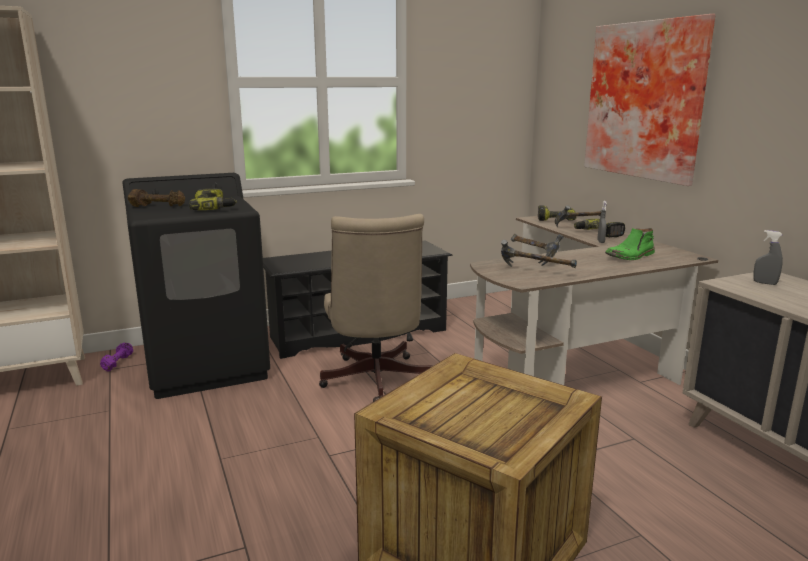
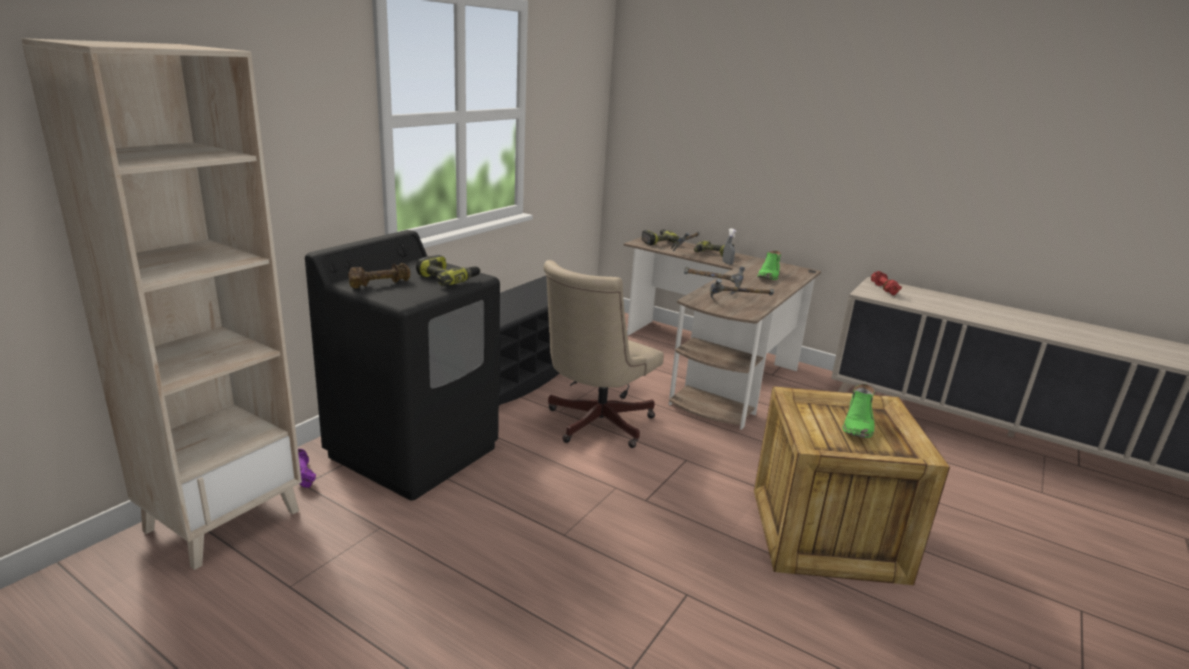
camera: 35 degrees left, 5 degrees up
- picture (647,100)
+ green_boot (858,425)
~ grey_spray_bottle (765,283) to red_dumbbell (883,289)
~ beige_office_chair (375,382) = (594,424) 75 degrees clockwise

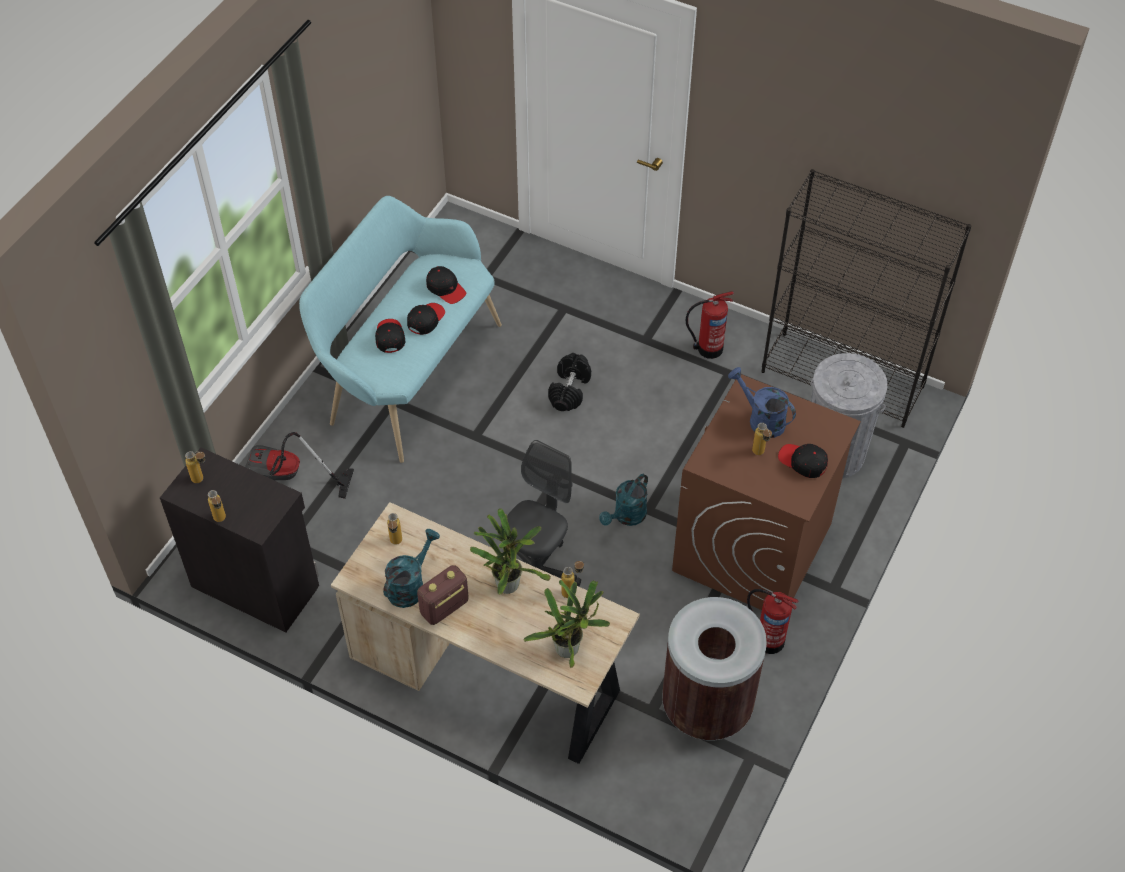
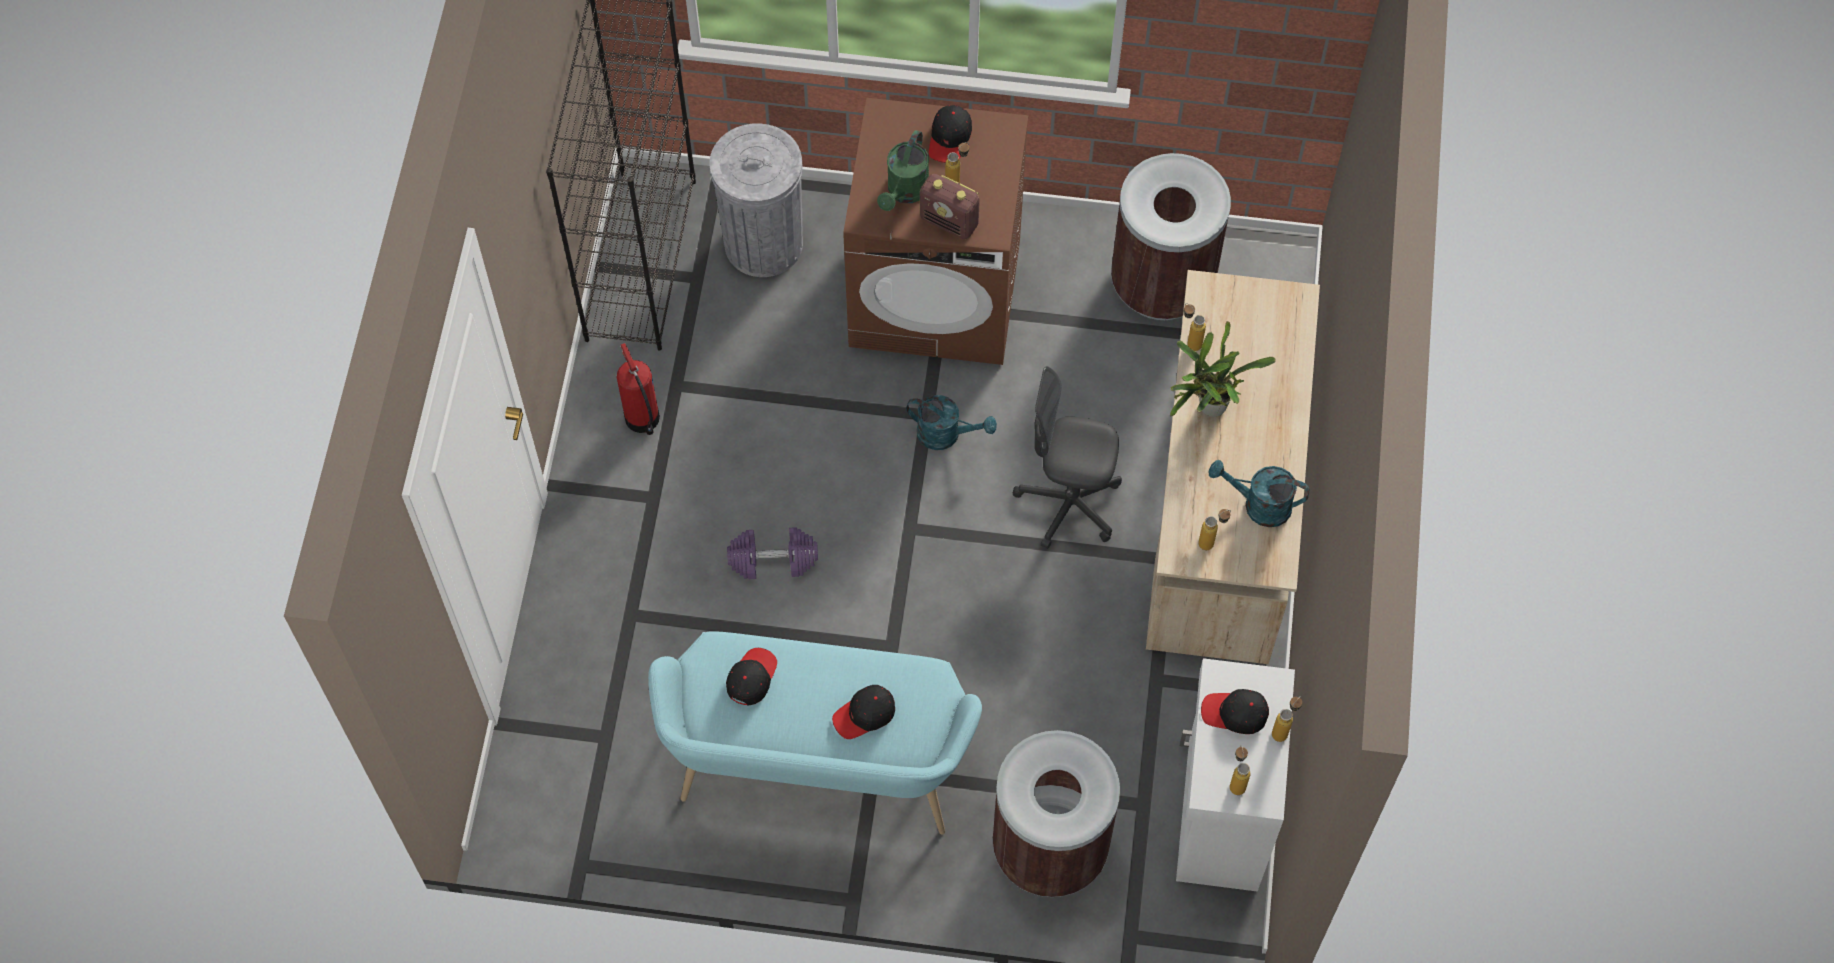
camera: 110 degrees left, 10 degrees up
- potted_plant (570,647)
- fire_extinguisher (768,639)
~ black_cap (425,320) to (1234,713)
~ radio (444,608) to (949,222)
~ vacuum_cleaner (288,478) to brown_trash_can (1049,848)
~ black_cabinet (255,584) to white_cabinet (1219,815)
~ black_dumbbell (569,390) to purple_dumbbell (773,560)
~ blue_watering_can (761,419) to green_watering_can (905,192)

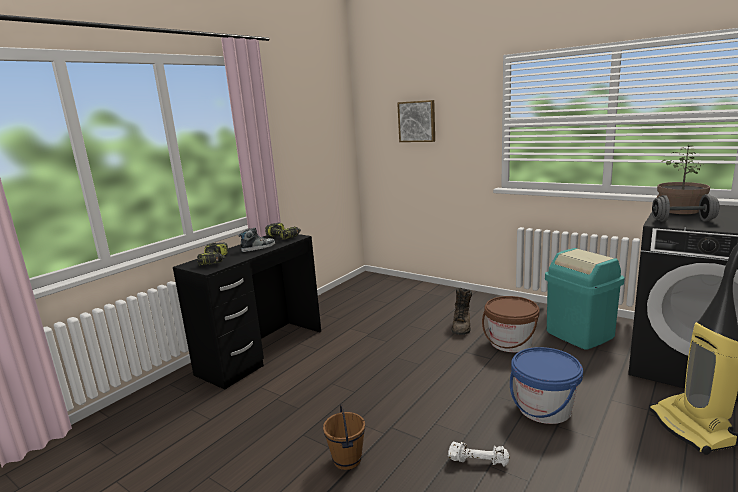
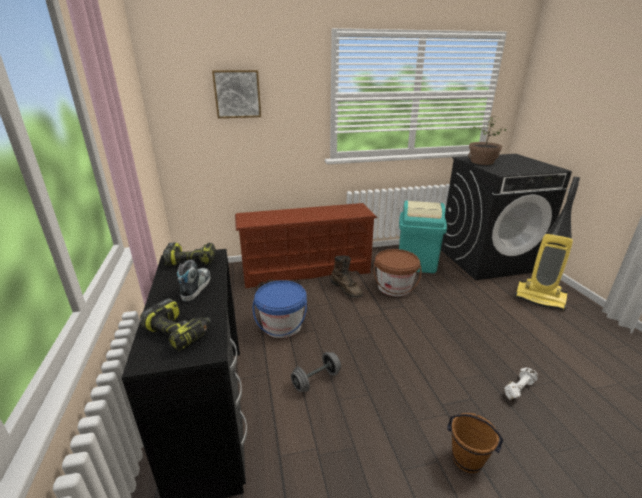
camera: 50 degrees left, 10 degrees up
+ brown_shoe_rack (306,270)
~ blue_bucket (544,408) to (282,326)
~ grey_dumbbell (682,221) to (316,380)

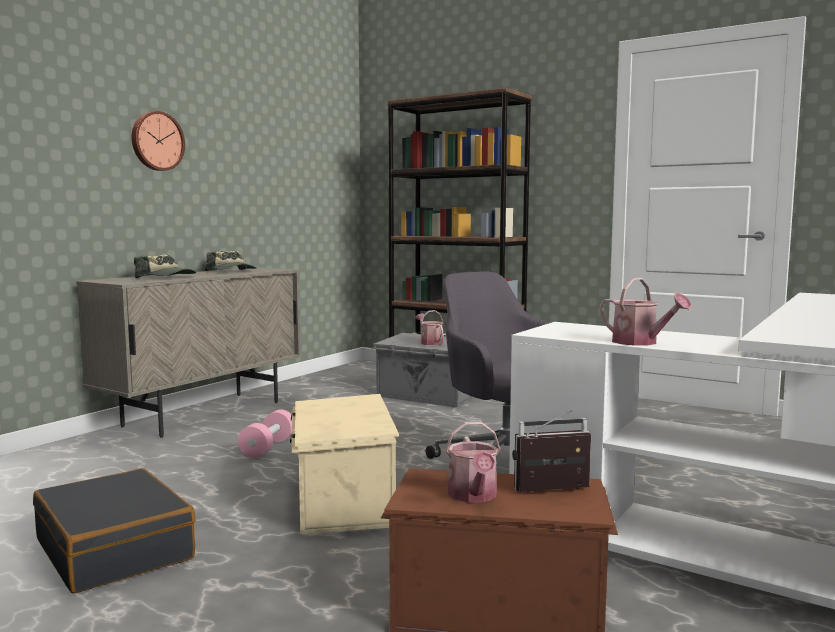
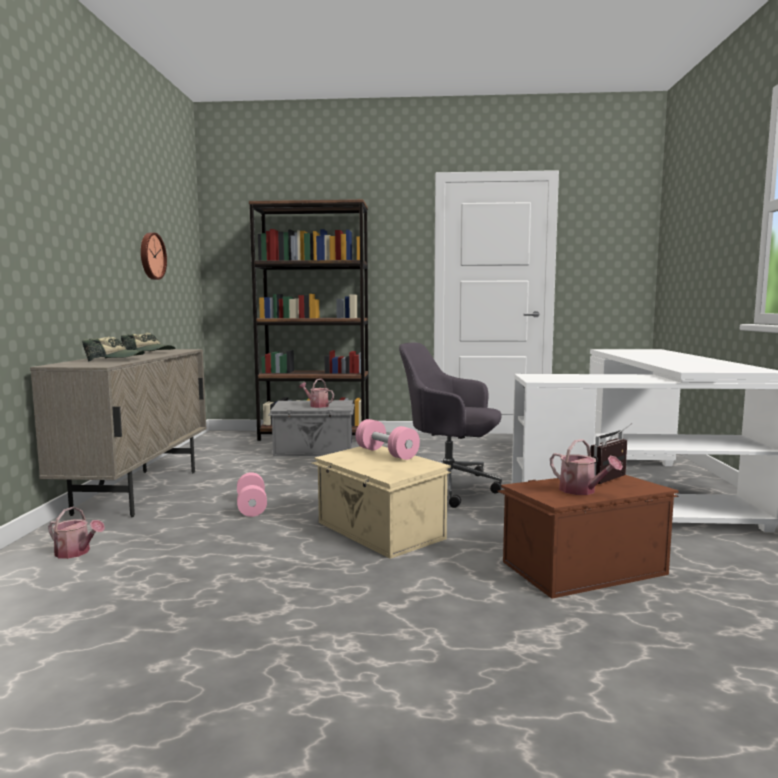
camera: 30 degrees left, 0 degrees up
- black_suitcase (115,549)
+ pink_dumbbell (386,453)
~ wall_clock (156,141) to (151,256)
~ watering_can (640,342) to (76,553)

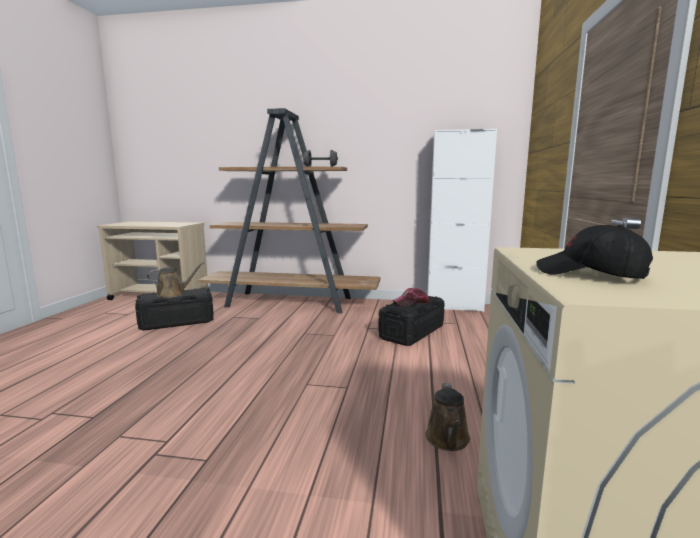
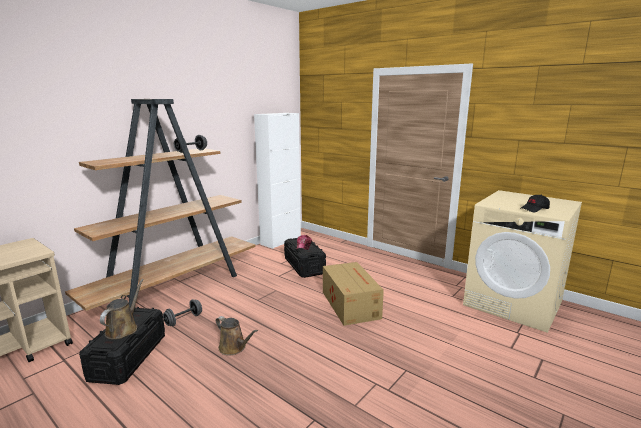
camera: 60 degrees left, 5 degrees up
+ grey_dumbbell (183,320)
+ cardboard_box (350,304)
~ brown_watering_can (448,440) to (234,348)

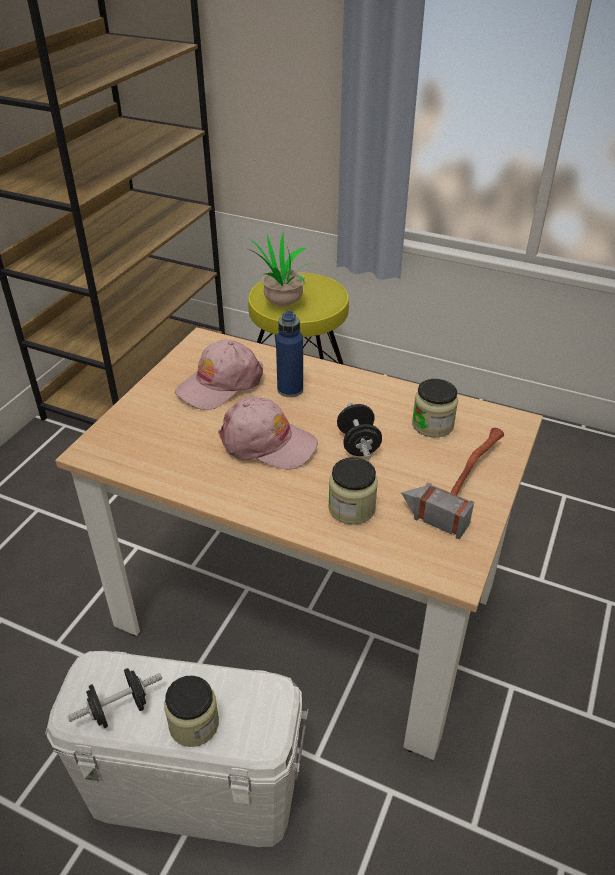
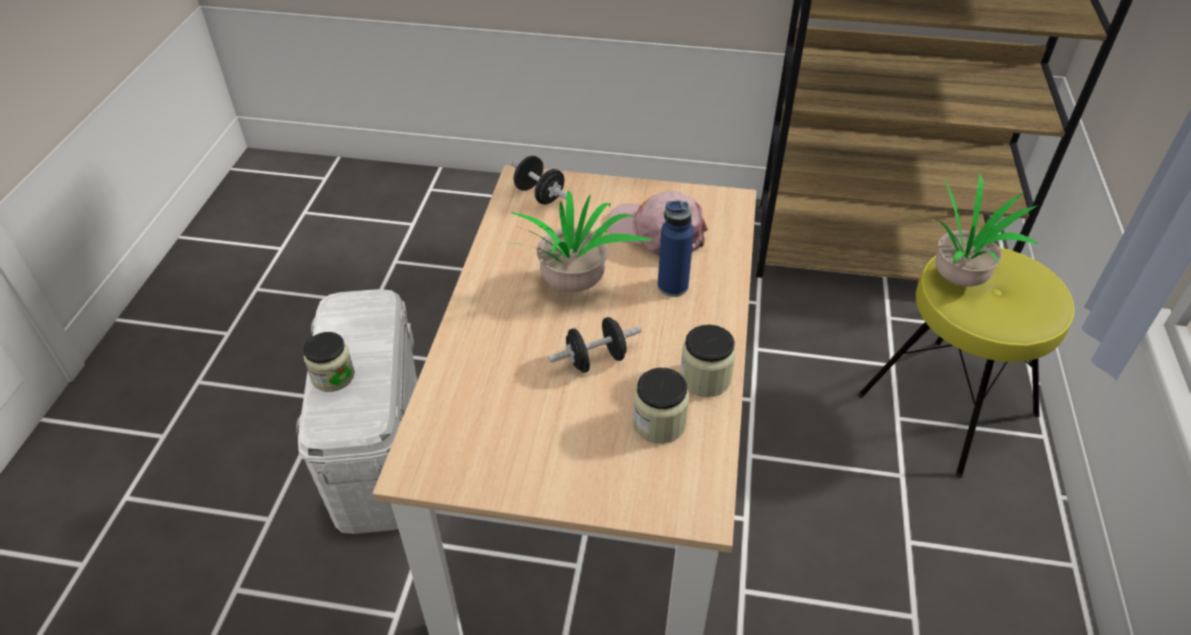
camera: 75 degrees right, 5 degrees up
- hammer (459,480)
~ black_dumbbell (119,709) to (539,195)
~ jar (352,508) to (705,378)
~ pink_cap (267,443) to potted_plant (573,288)

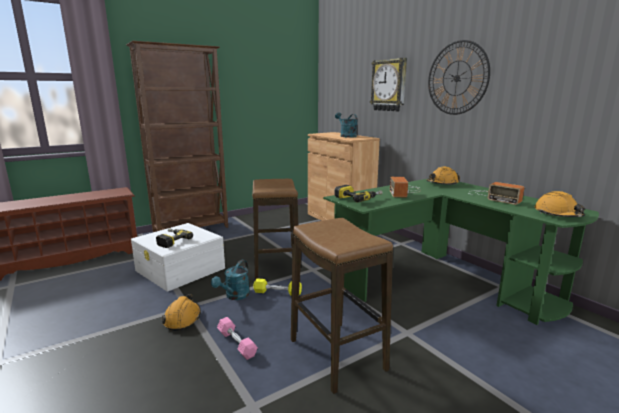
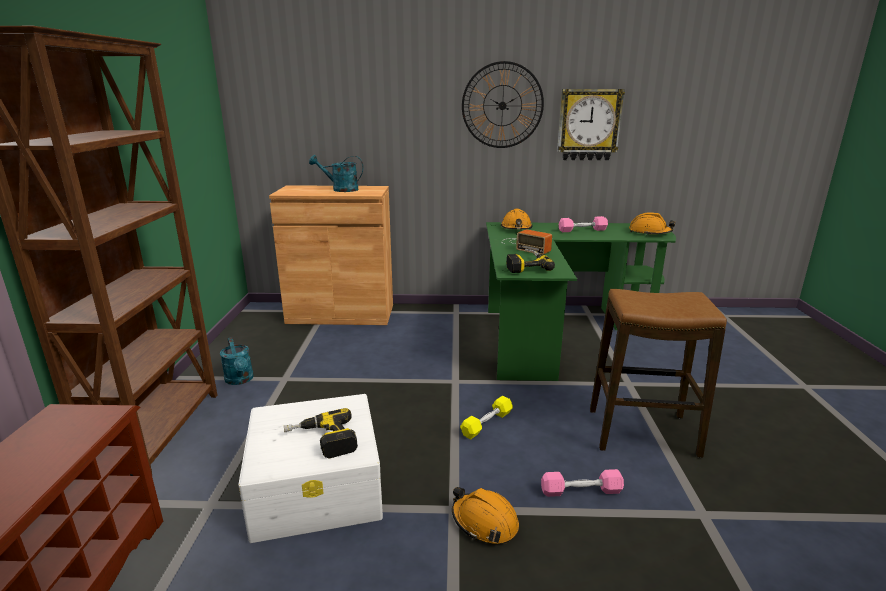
camera: 55 degrees left, 5 degrees up
- stool (276,270)
~ turquoise_watering_can (235,296) to (240,380)
~ wall_clock (389,85) to (588,125)
~ radio (492,197) to pink_dumbbell (582,230)

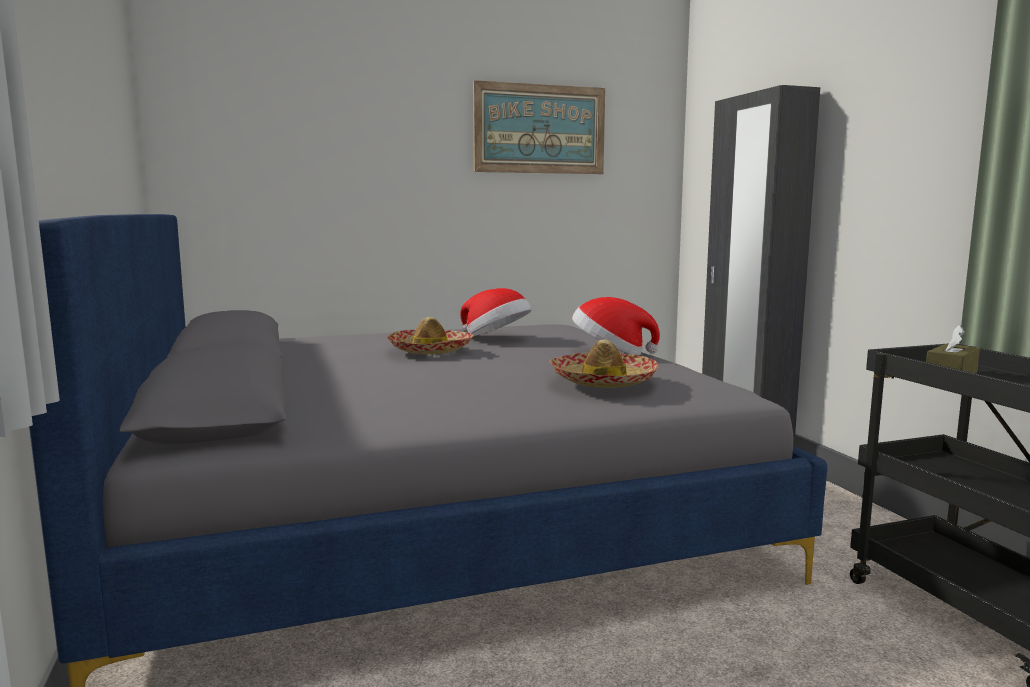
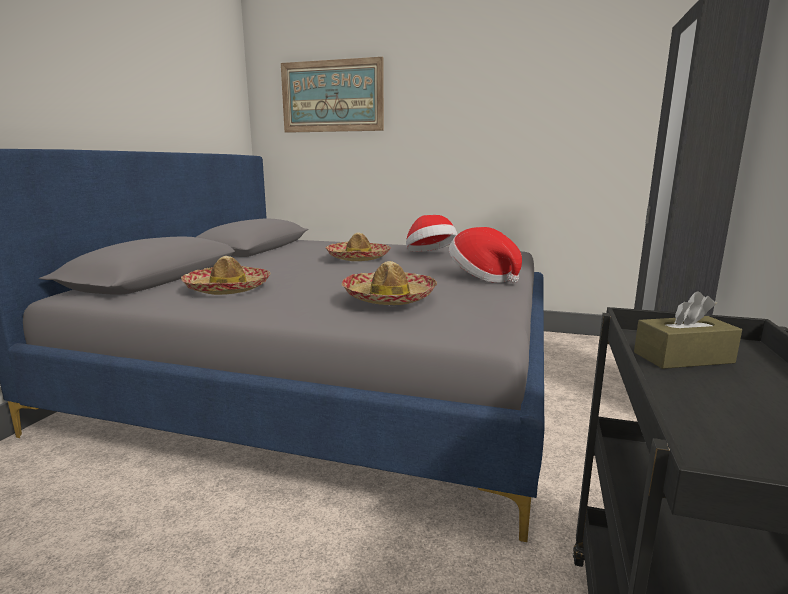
camera: 35 degrees right, 5 degrees up
+ hat (228,288)
~ picture (540,129) to (332,96)

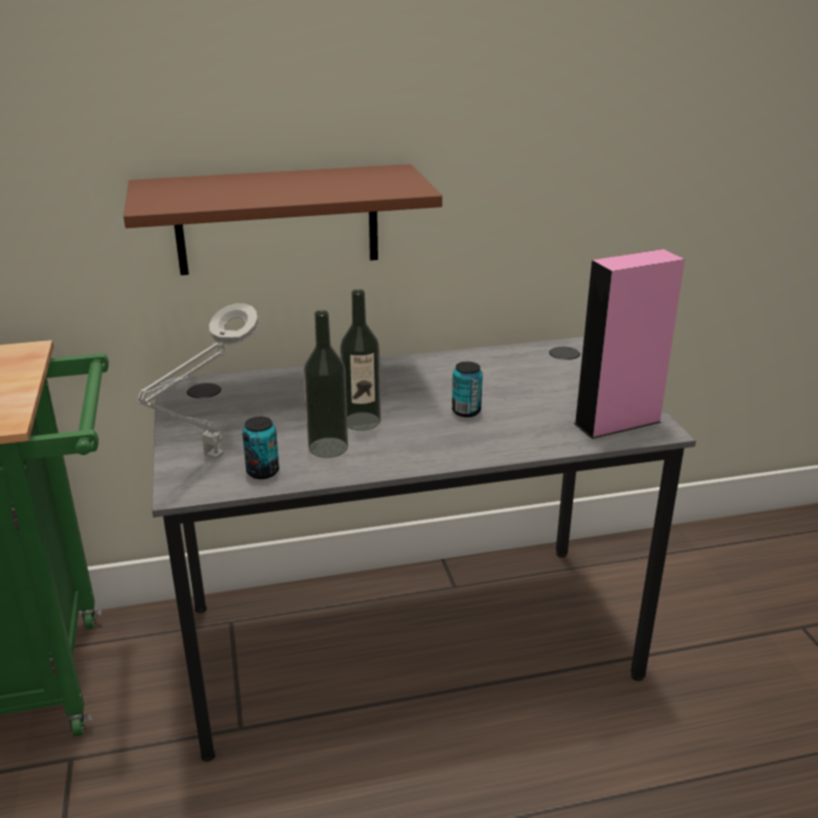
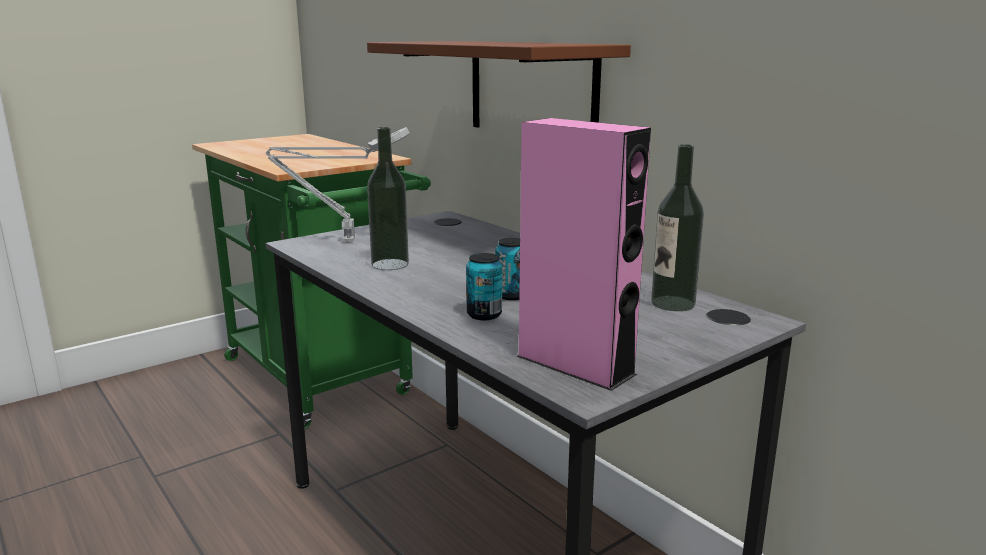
camera: 65 degrees right, 10 degrees down
~ can (263,471) to (484,315)
~ bottle (361,421) to (673,303)

